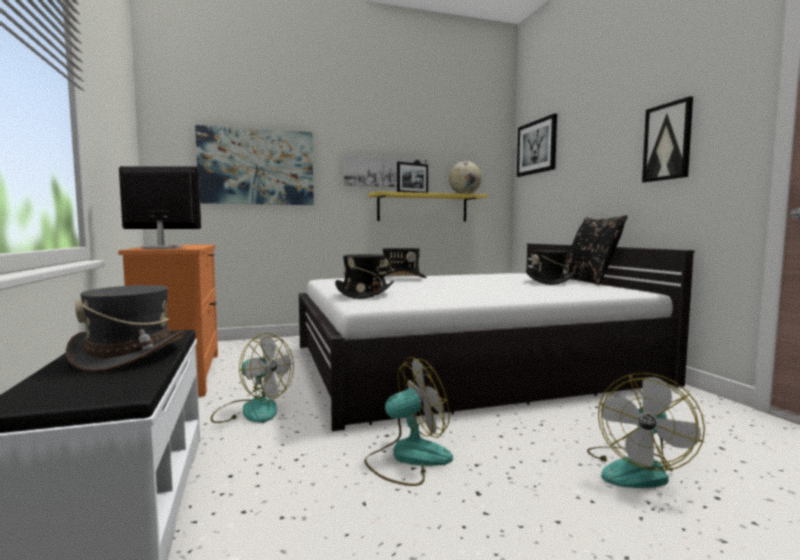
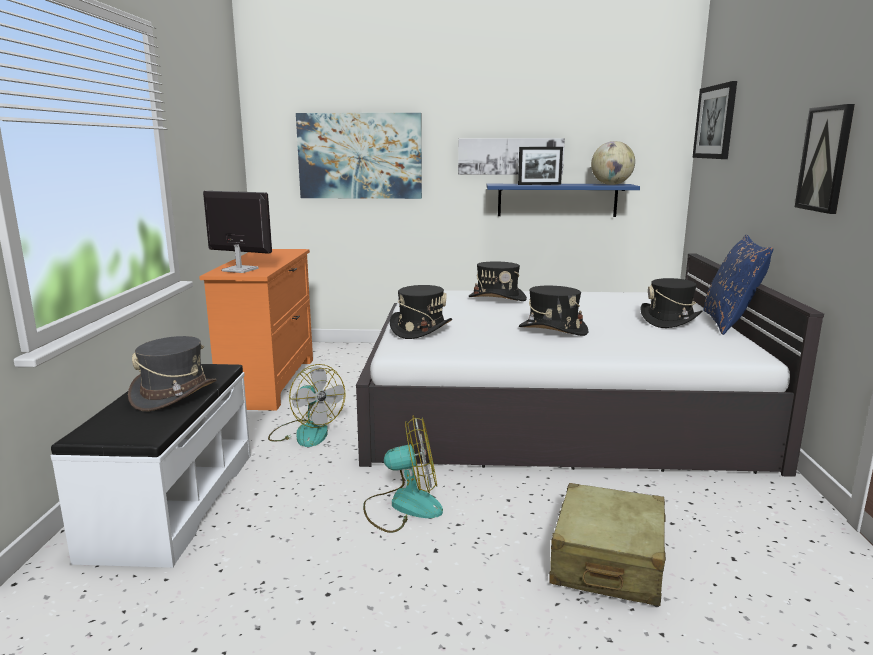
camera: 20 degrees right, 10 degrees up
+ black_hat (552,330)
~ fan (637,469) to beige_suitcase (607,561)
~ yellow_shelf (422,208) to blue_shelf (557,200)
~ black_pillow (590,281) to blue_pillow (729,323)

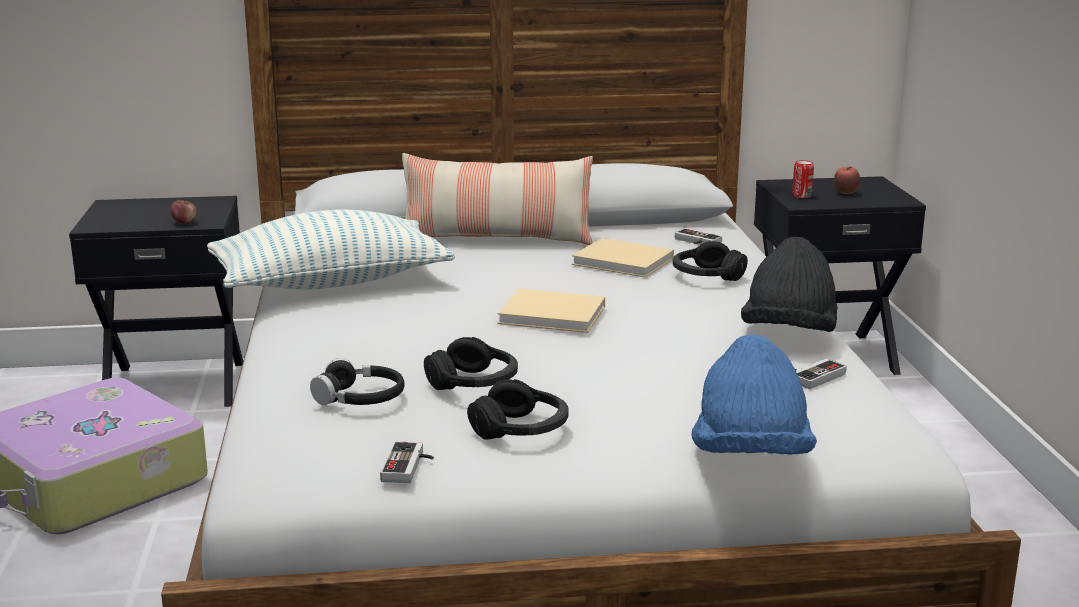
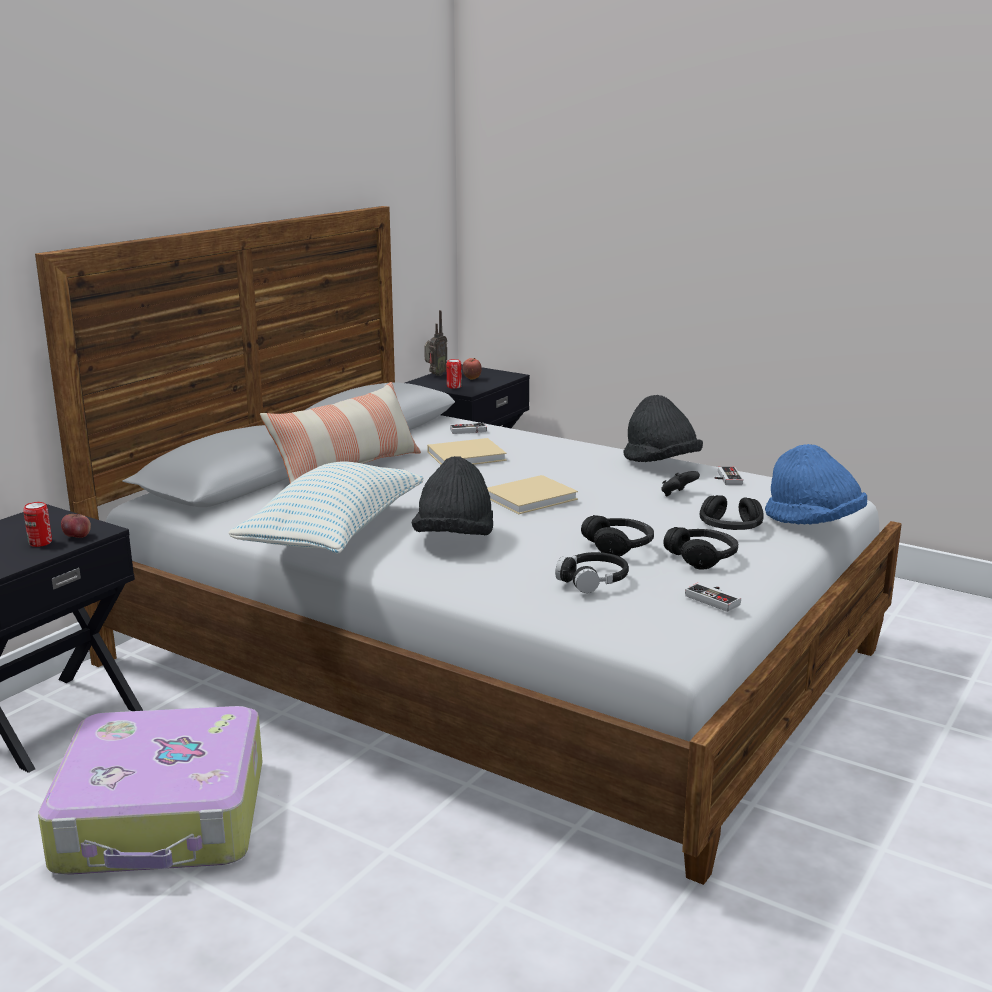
camera: 50 degrees left, 0 degrees up
+ can (40,543)
+ black_hat (454,539)
+ radio (435,375)
+ black_game_controller (677,495)
~ black_headphones (706,276) to (730,528)

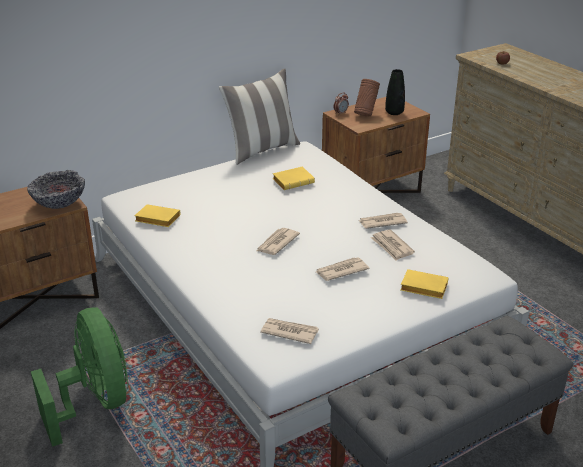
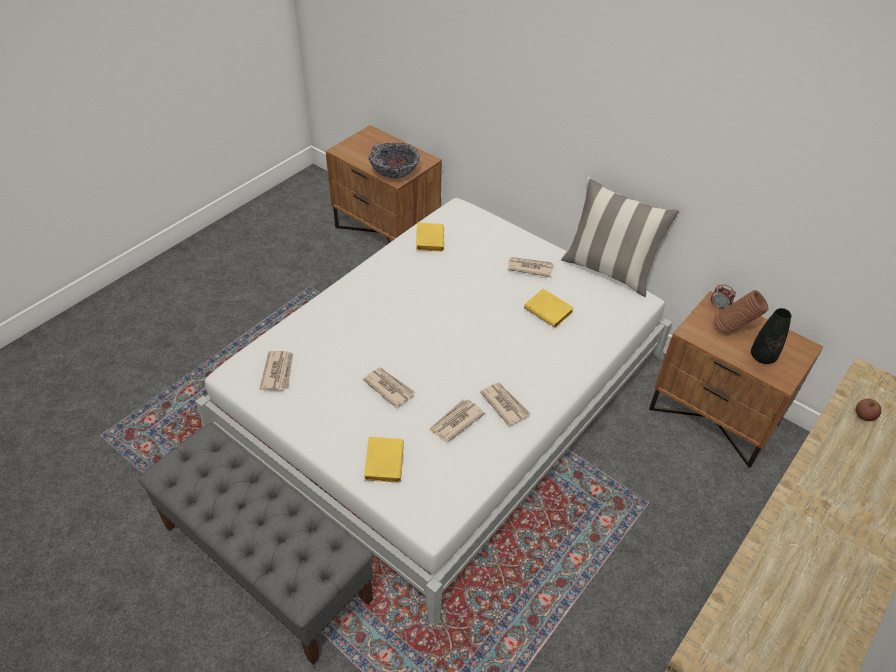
camera: 70 degrees right, 15 degrees up
- green_fan (95,403)
~ newspaper (276,243) to (529,268)

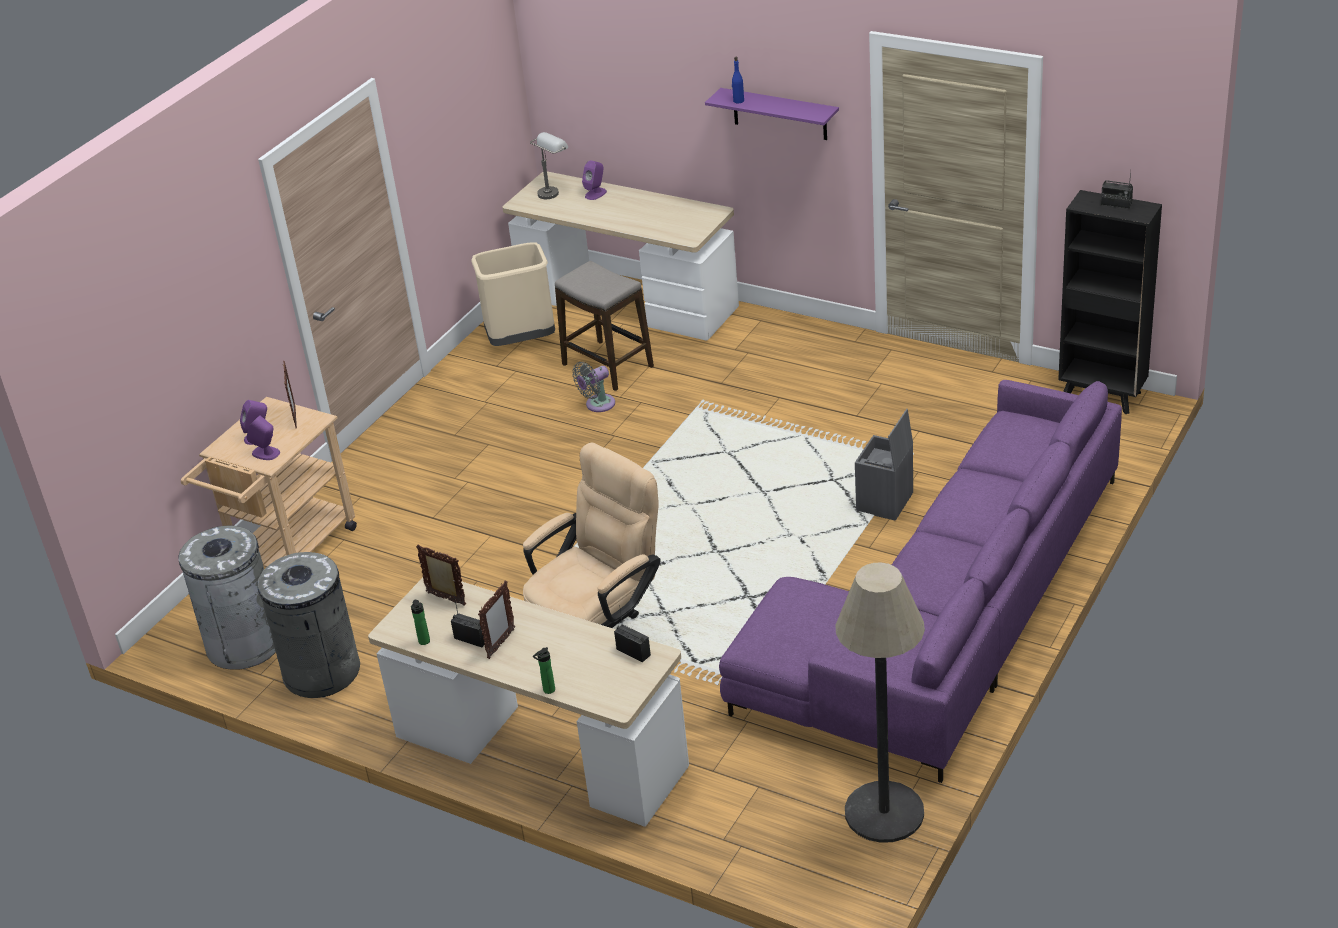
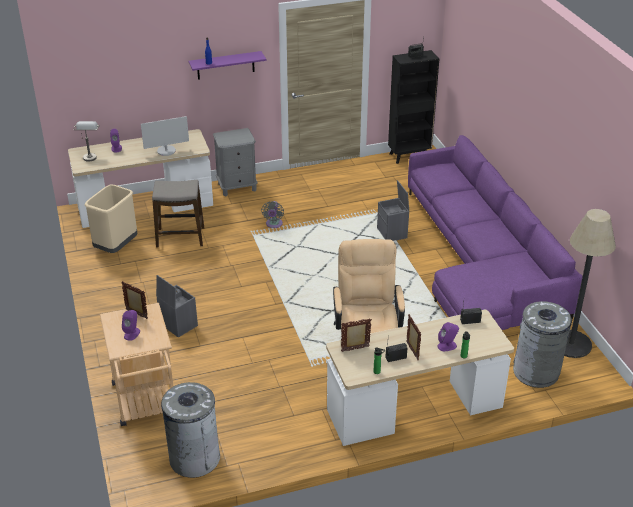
camera: 50 degrees left, 0 degrees up
+ monitor (166,151)
+ grey_storage_box (178,325)
+ grey_nightstand (237,187)
~ purple_speaker (266,453) to (447,346)
~ grey_trash_can (322,672) to (536,372)
~ grey_fan (597,405) to (273,224)

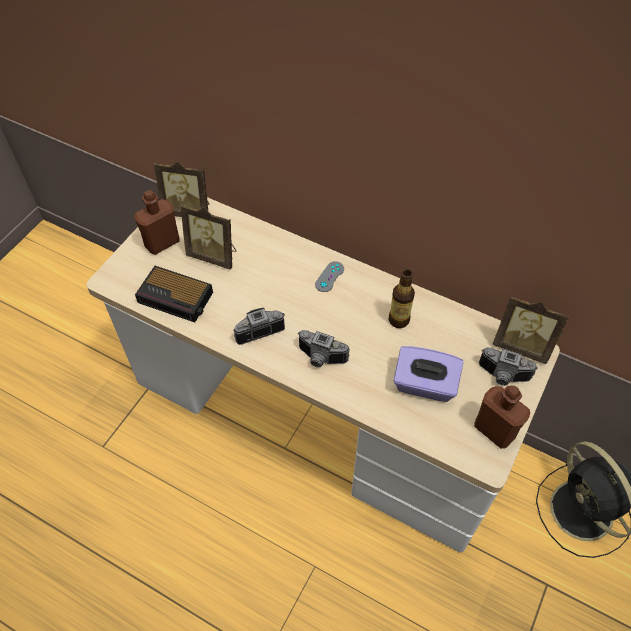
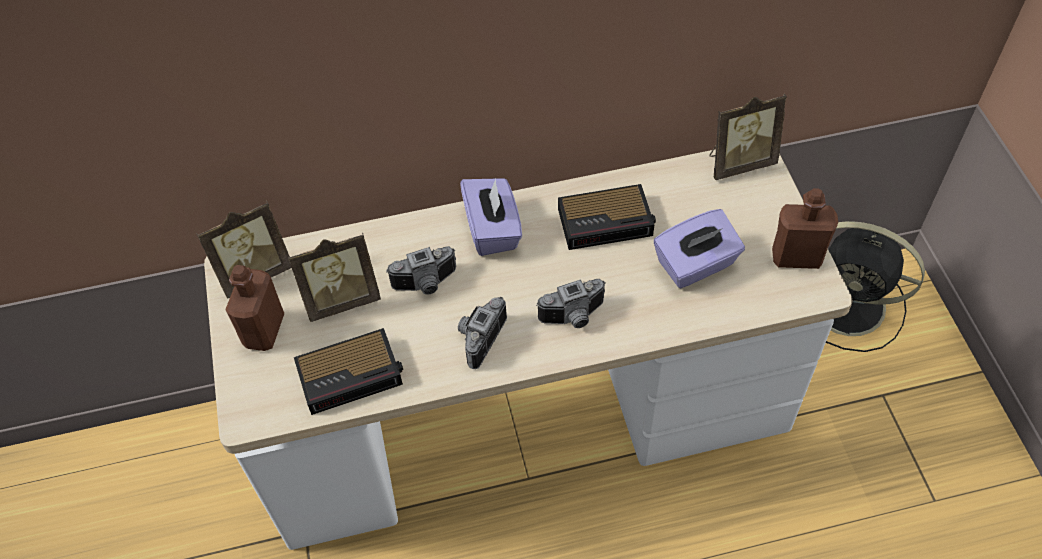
camera: 40 degrees left, 0 degrees up
~ photo_camera (502,377) to (426,285)
~ grey_game_controller (329,277) to purple_tissue_box (493,230)
~ bottle (399,320) to alarm_clock (607,222)

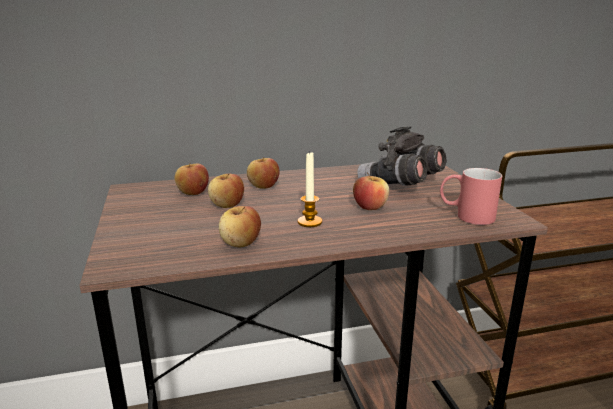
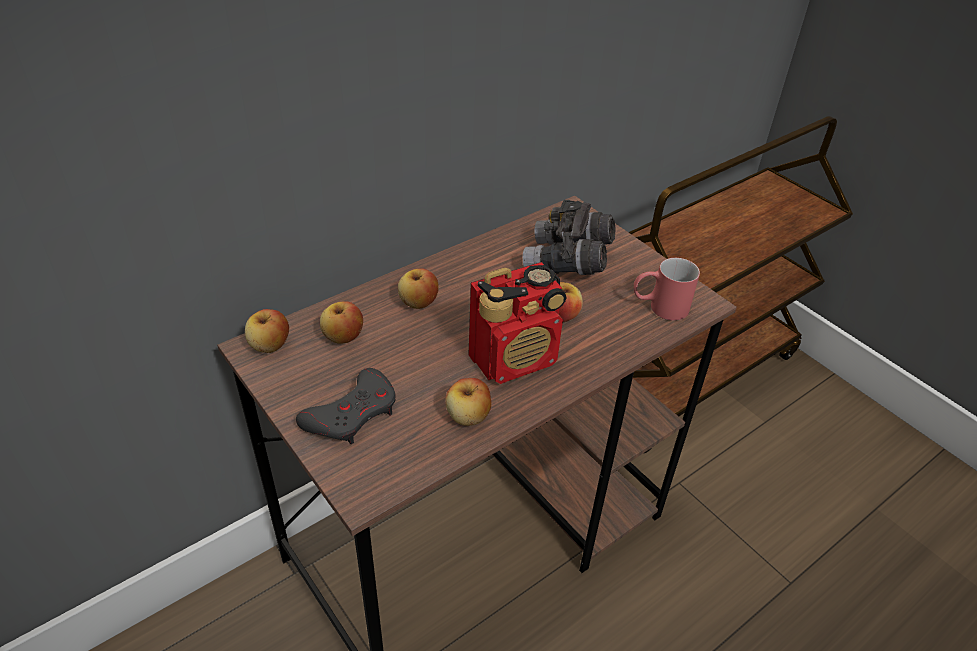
camera: 25 degrees left, 20 degrees up
+ grey_game_controller (352,413)
~ apple (227,205) to (270,345)
~ candle (309,222) to radio (514,359)

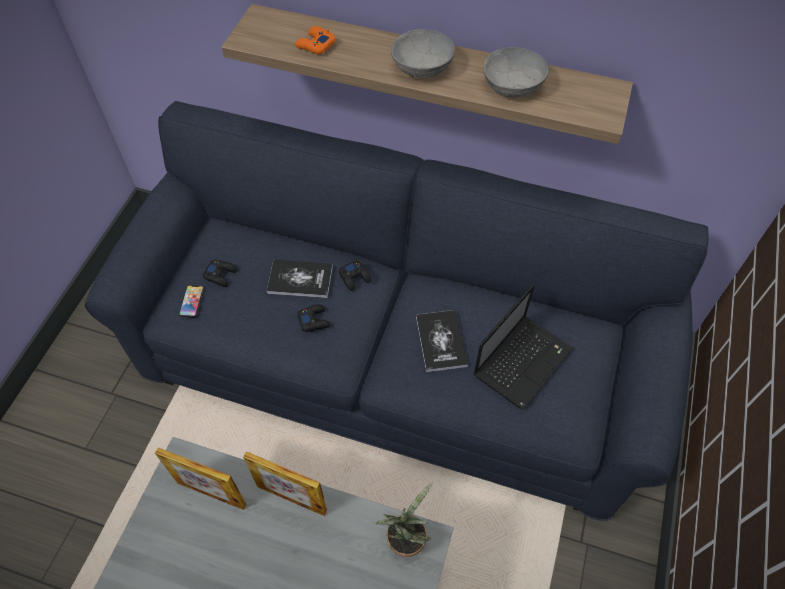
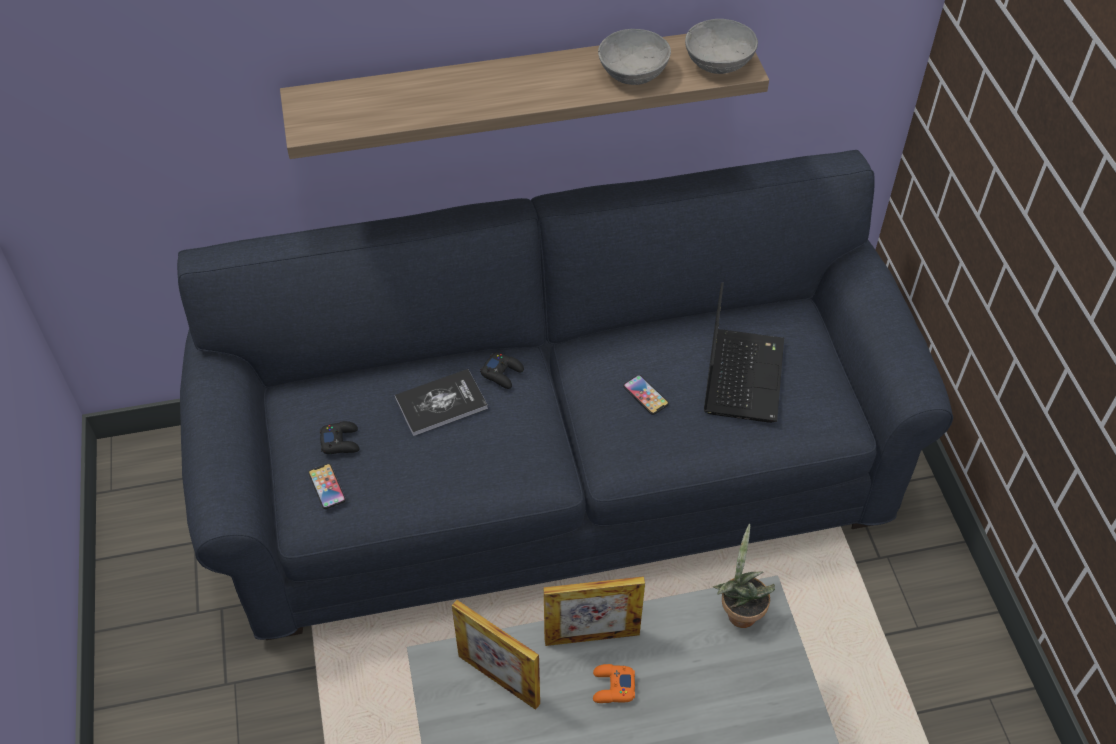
camera: 30 degrees left, 5 degrees down
- black_game_controller (314,320)
~ orange_game_controller (315,45) to (613,687)
~ grey_bowl (423,67) to (720,62)
~ book (441,341) to phone (645,395)
~ picture_frame (211,493) = (498,679) 45 degrees clockwise

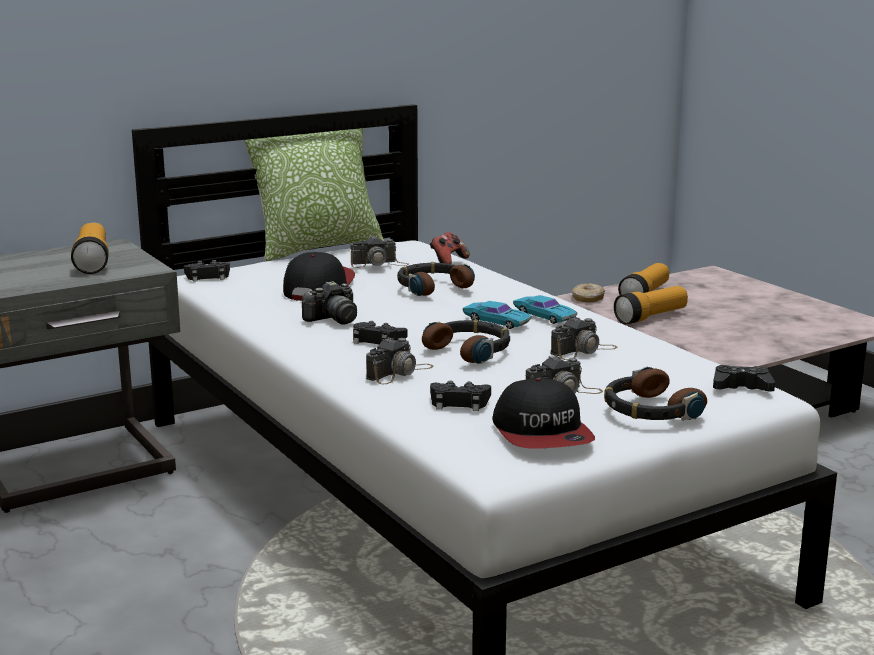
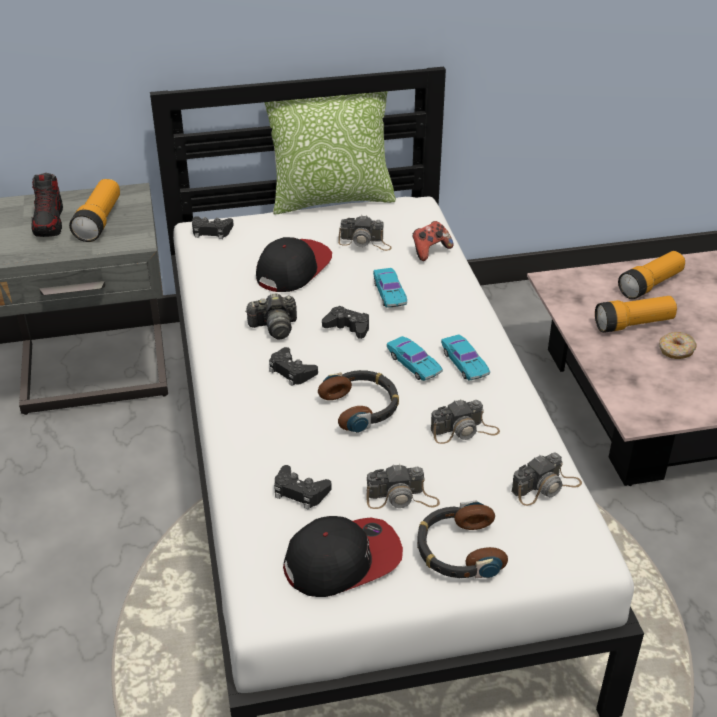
camera: 20 degrees right, 20 degrees up
+ shoe (49,222)
~ photo_camera (399,372) to (546,487)
~ donut (588,299) to (676,351)
~ black_game_controller (741,387) to (348,327)
~ headphones (432,287) to turquoise_toy_car (389,292)
~ cap (543,434) = (343,560) 120 degrees counterclockwise

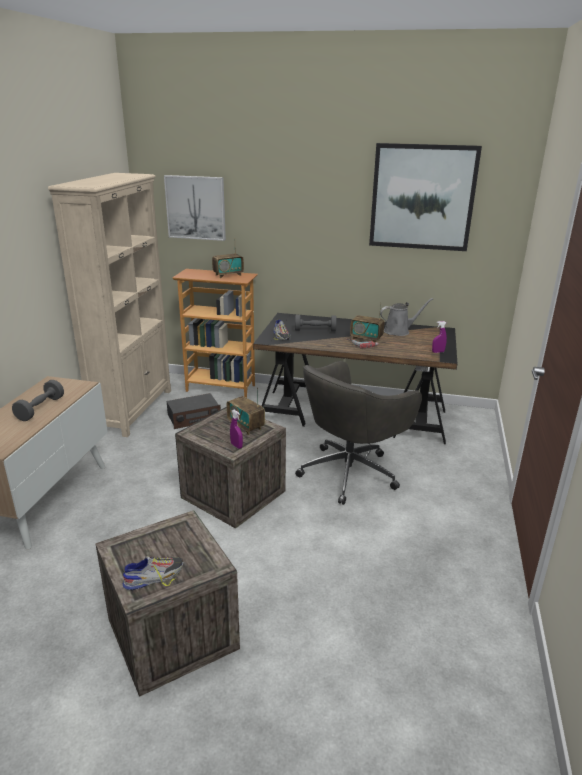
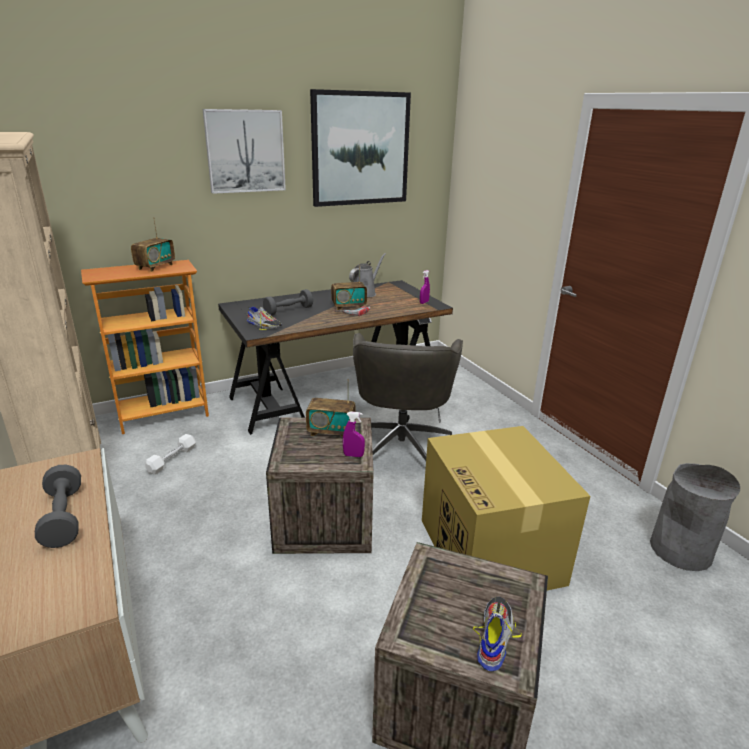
camera: 40 degrees left, 0 degrees up
+ cardboard_box (491,552)
+ grey_trash_can (680,550)
~ picture (196,207) to (245,151)
~ radio (194,417) to white_dumbbell (172,459)

